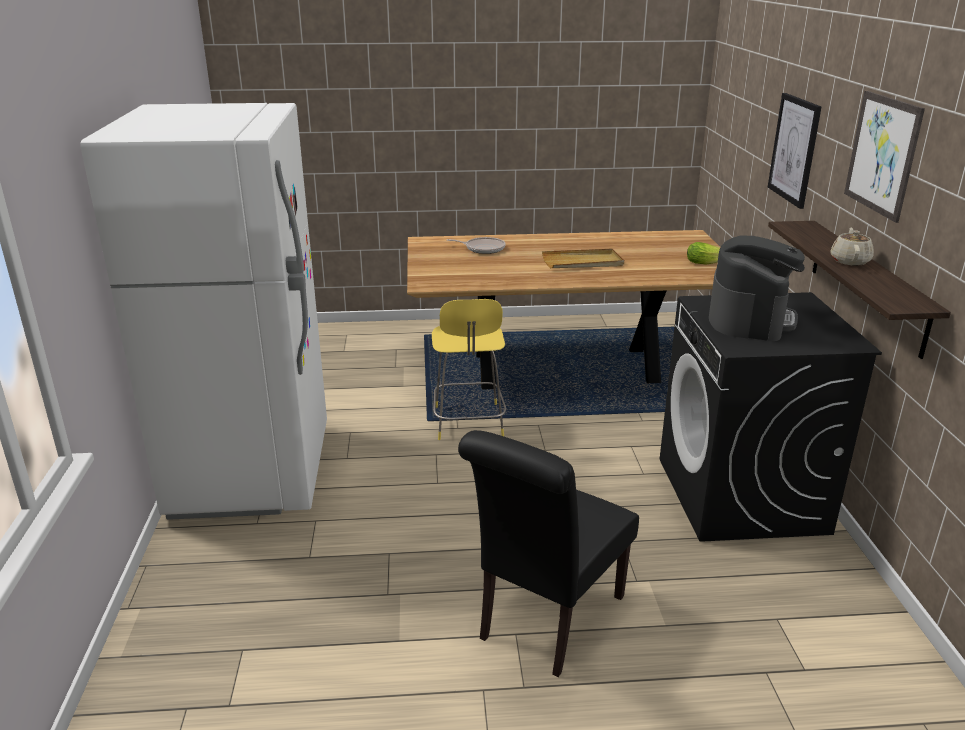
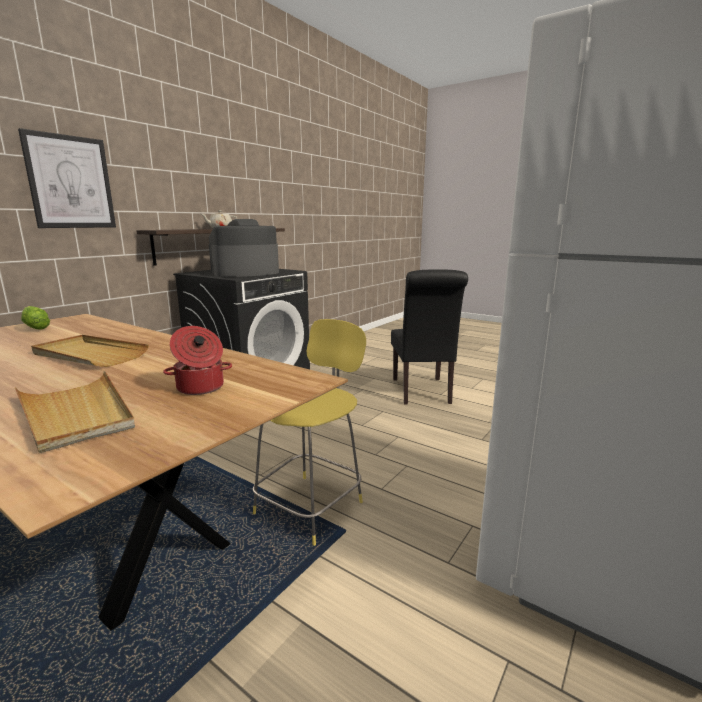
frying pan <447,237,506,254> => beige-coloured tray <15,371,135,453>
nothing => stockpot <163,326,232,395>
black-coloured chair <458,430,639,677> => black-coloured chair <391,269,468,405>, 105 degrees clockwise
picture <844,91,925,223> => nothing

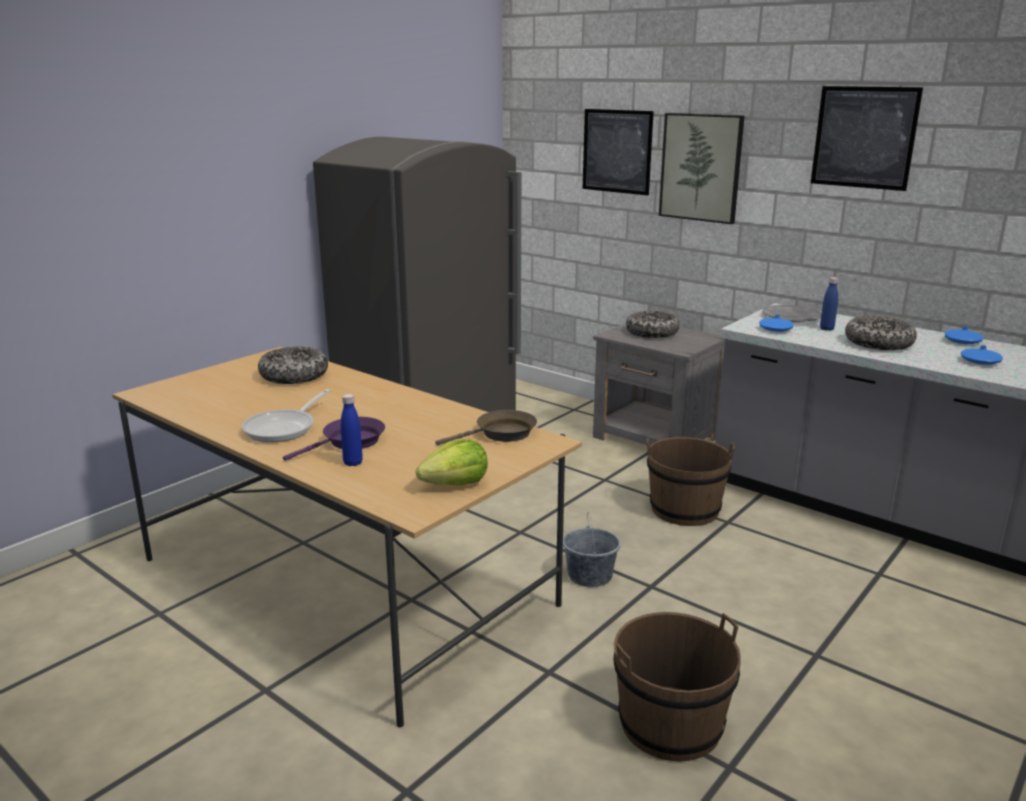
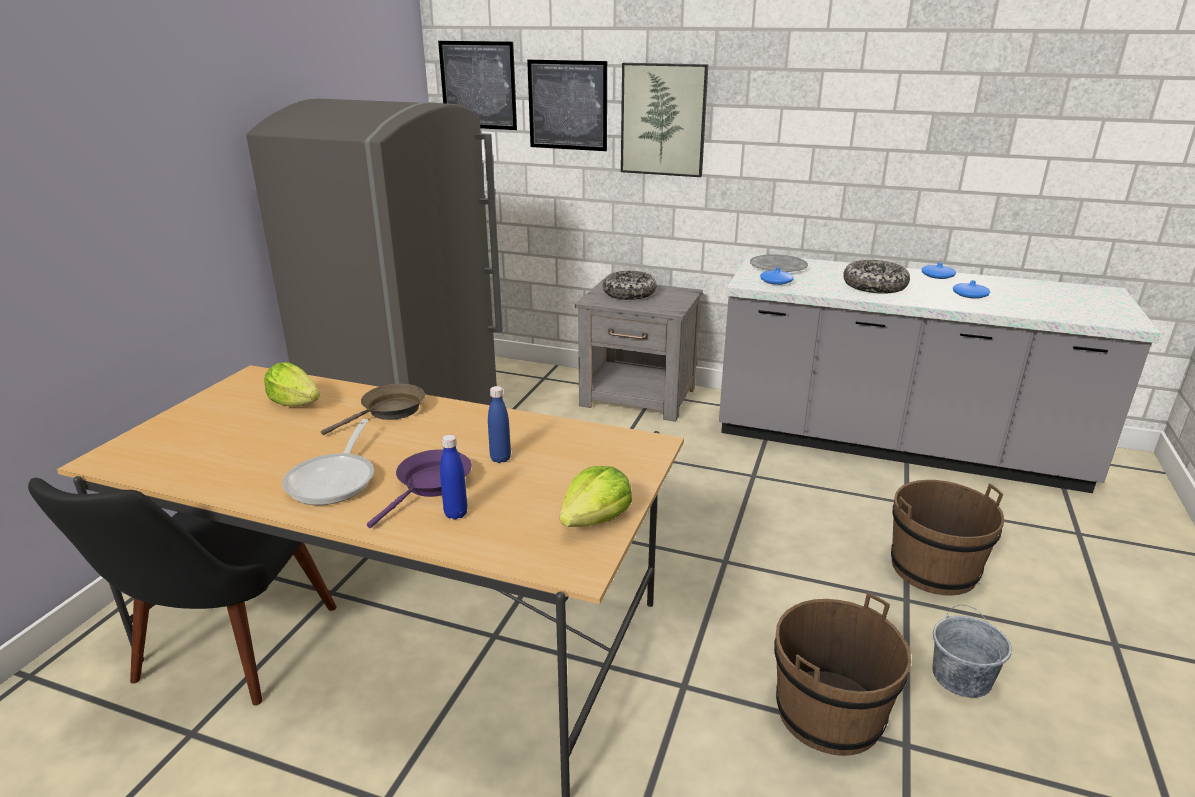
nothing => black-coloured chair <28,478,337,705>
bowl <258,346,328,384> => lettuce head <264,362,320,406>
brown frying pan <435,410,537,445> => brown frying pan <321,384,425,435>, shifted
picture <811,86,923,191> => picture <438,41,517,130>, shifted
blue-coloured bottle <820,277,838,331> => blue-coloured bottle <488,386,511,463>, shifted
brown bucket <647,437,735,526> => brown bucket <891,480,1004,596>, shifted
greyish bucket <563,512,621,587> => greyish bucket <932,605,1012,698>, shifted

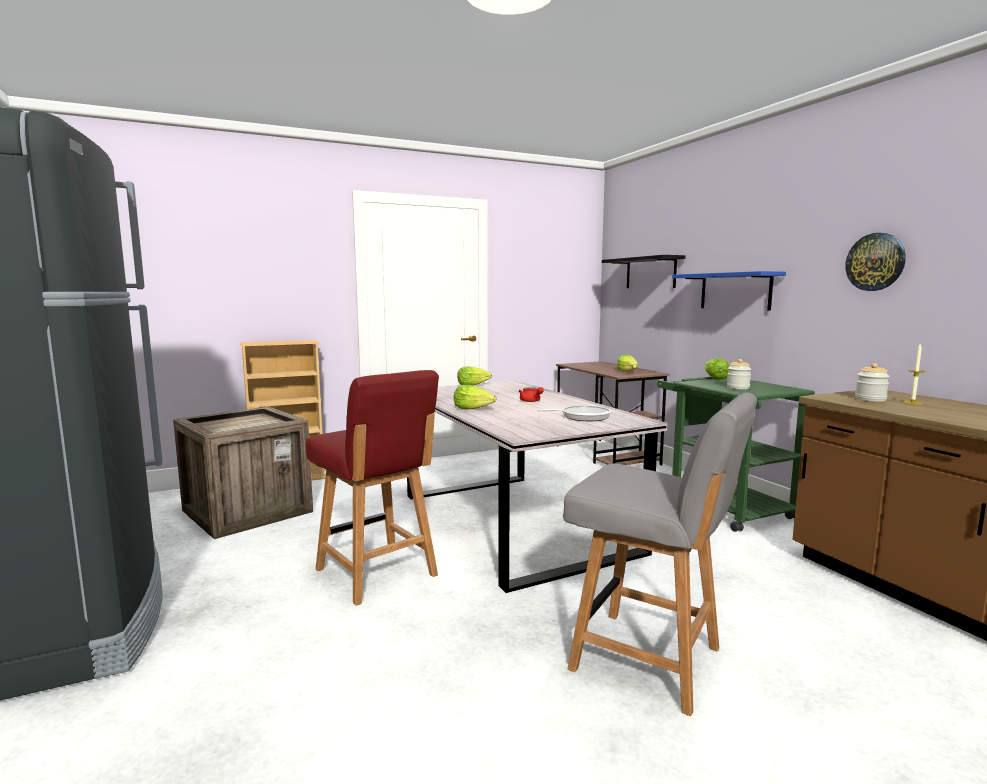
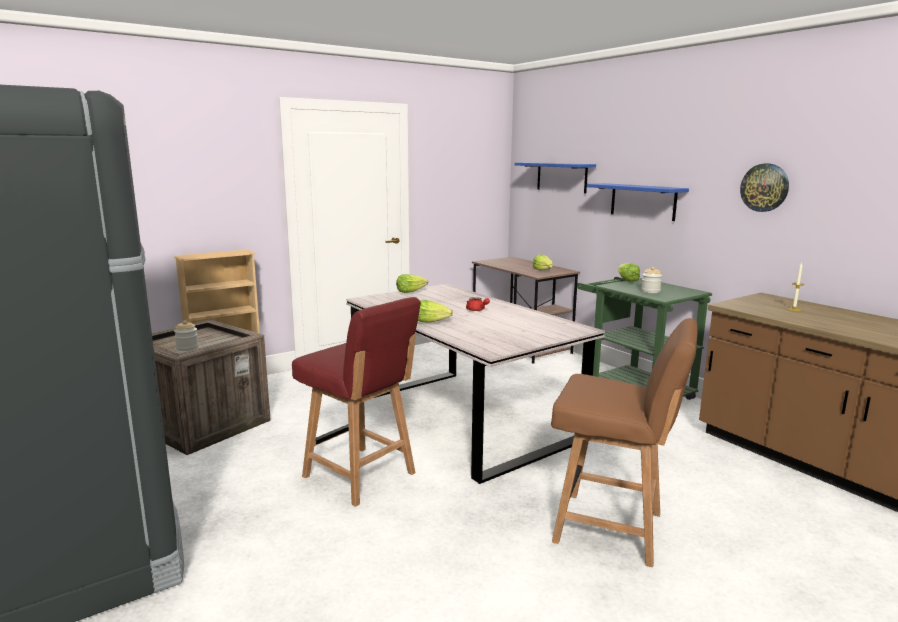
preserve jar <855,363,890,402> => preserve jar <174,320,199,351>, shifted
black-coloured shelf <602,255,685,288> => blue-coloured shelf <515,162,596,193>
greyish chair <563,392,757,716> => brown chair <551,318,697,567>
frying pan <537,406,611,421> => nothing

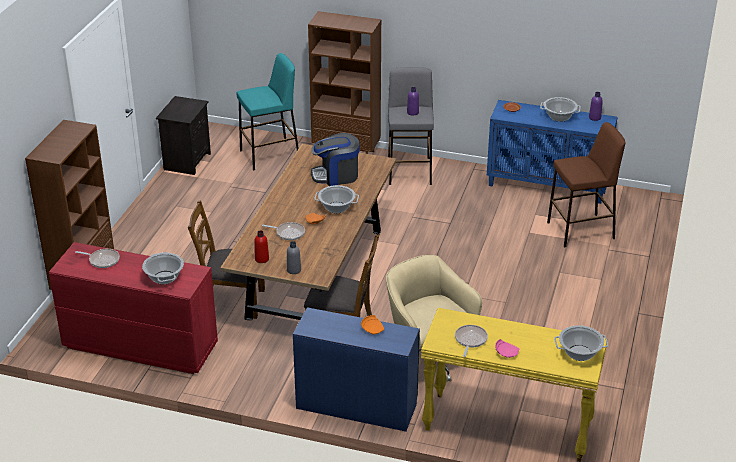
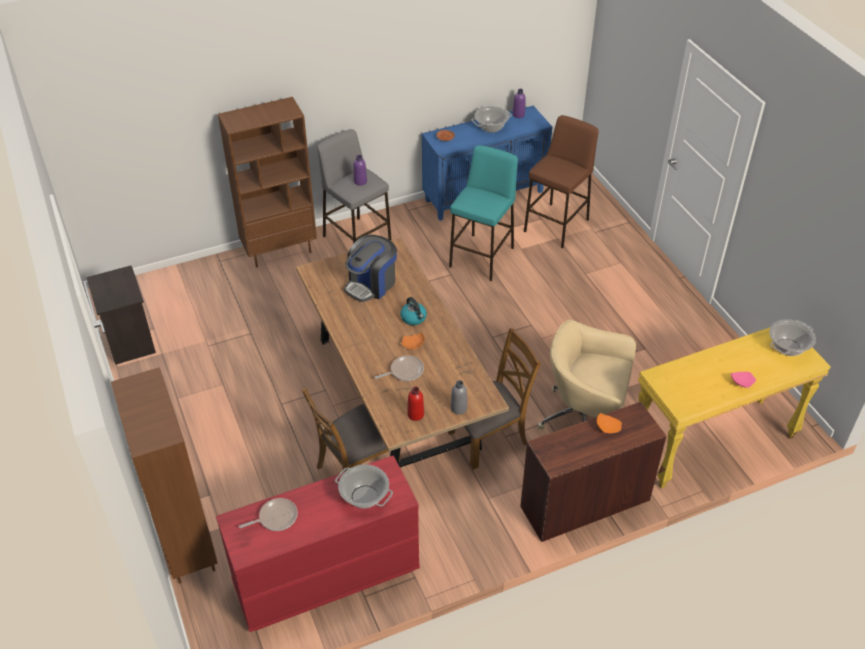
stockpot <314,185,359,213> => kettle <400,297,427,325>
blue-green stool seat <237,53,299,171> => blue-green stool seat <449,145,518,281>, shifted
blue-coloured desk unit <293,307,420,432> => brown desk unit <520,402,667,542>
frying pan <455,325,488,357> => nothing

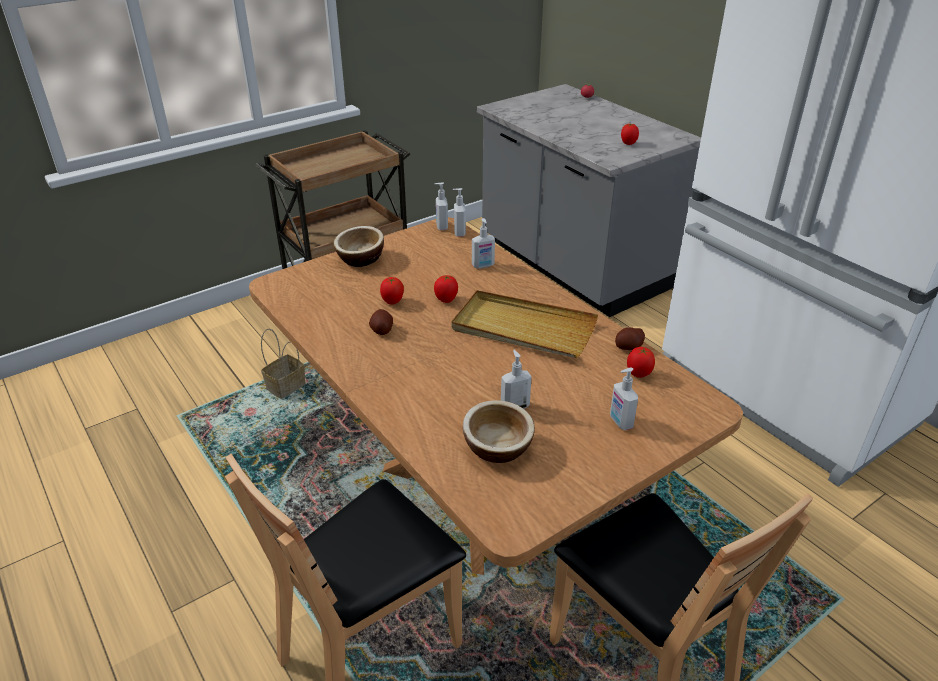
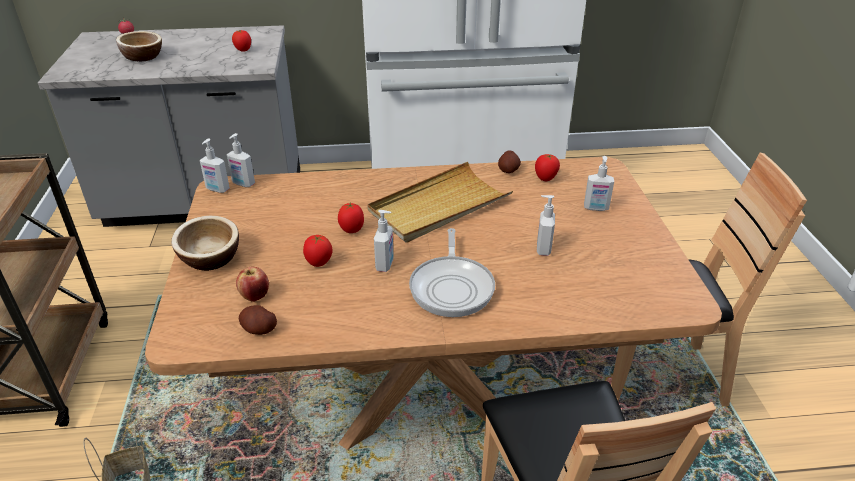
bowl <463,400,535,463> => bowl <116,31,162,61>, shifted
nothing => apple fruit <236,267,269,302>
whole potato <369,309,393,335> => whole potato <239,305,277,335>, shifted
soap bottle <472,218,495,269> => soap bottle <374,210,394,272>, shifted
nothing => frying pan <409,228,495,317>

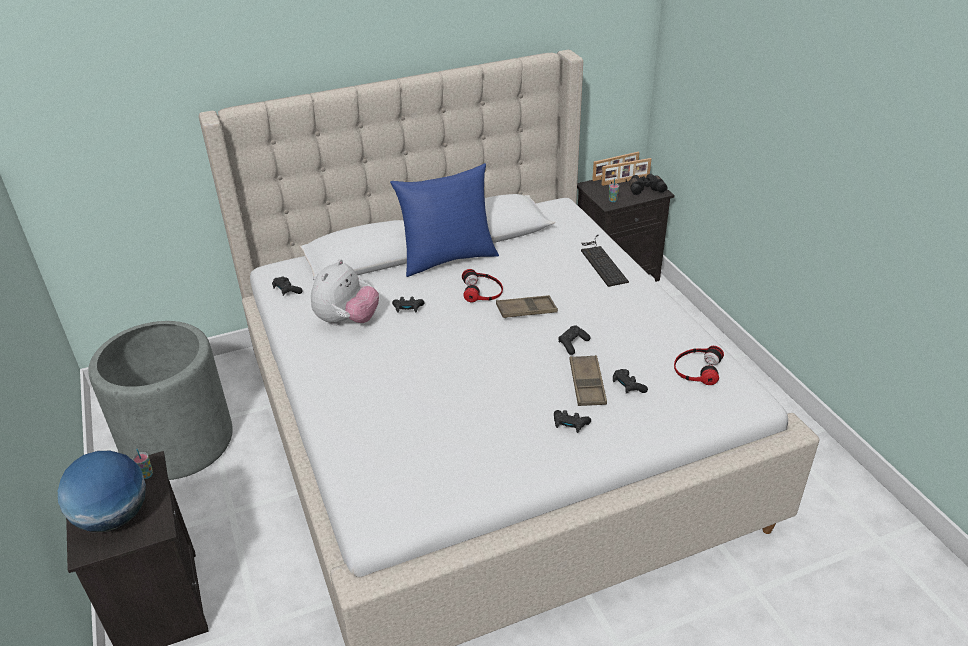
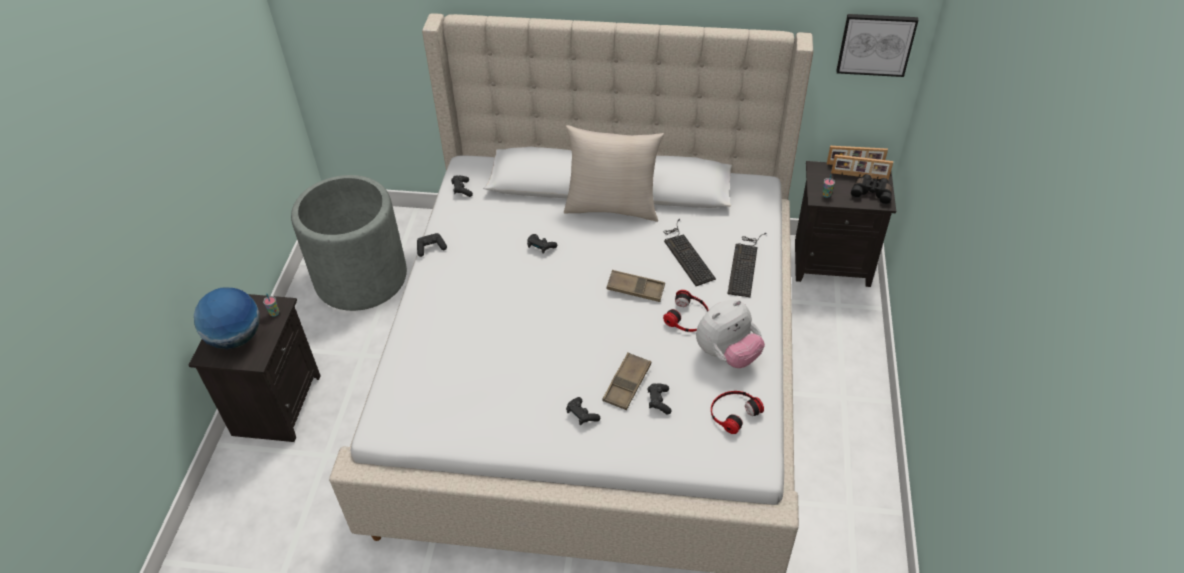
black-coloured gamepad <558,325,591,355> => black-coloured gamepad <417,233,447,257>, shifted
blue-coloured cushion <390,163,499,277> => beige-coloured cushion <564,125,664,222>
nothing => PC keyboard <663,219,716,286>
headset <462,269,503,302> => headset <663,290,708,332>, shifted
soft toy <311,259,379,326> => soft toy <696,300,765,368>, shifted
nothing => picture <836,14,918,77>

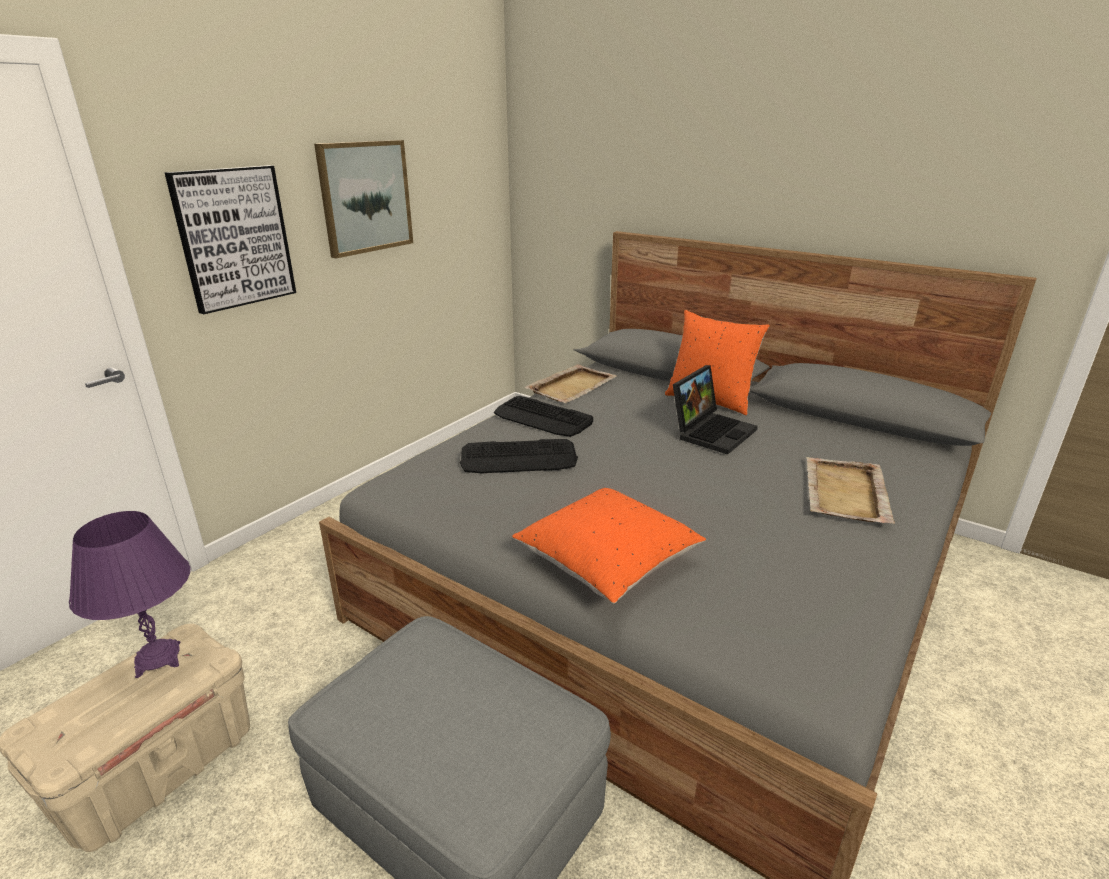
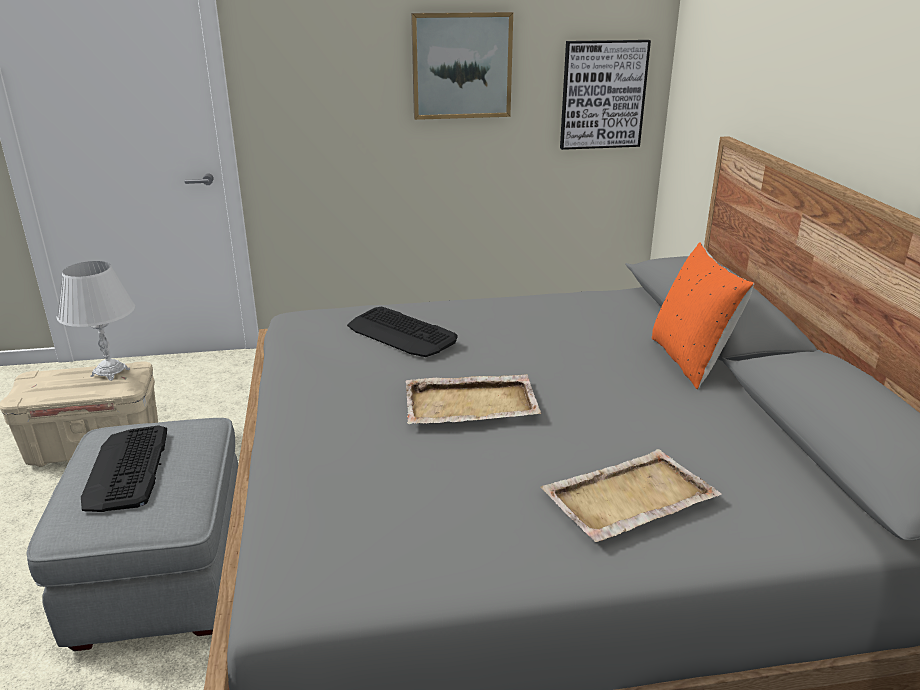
purple tabletop lamp <69,511,190,678> => white-coloured tabletop lamp <56,261,135,381>
PC keyboard <494,396,593,437> => PC keyboard <81,425,167,512>, shifted
beige-coloured tray <525,364,617,403> => beige-coloured tray <406,374,541,424>, shifted
picture <164,165,296,314> => picture <560,40,651,150>, shifted
orange cushion <512,488,706,603> => nothing
laptop <673,365,758,455> => nothing

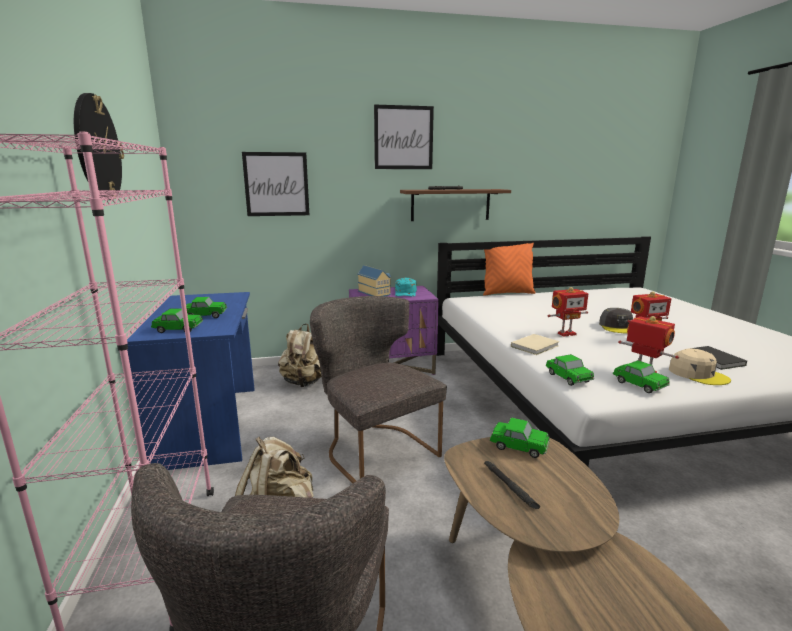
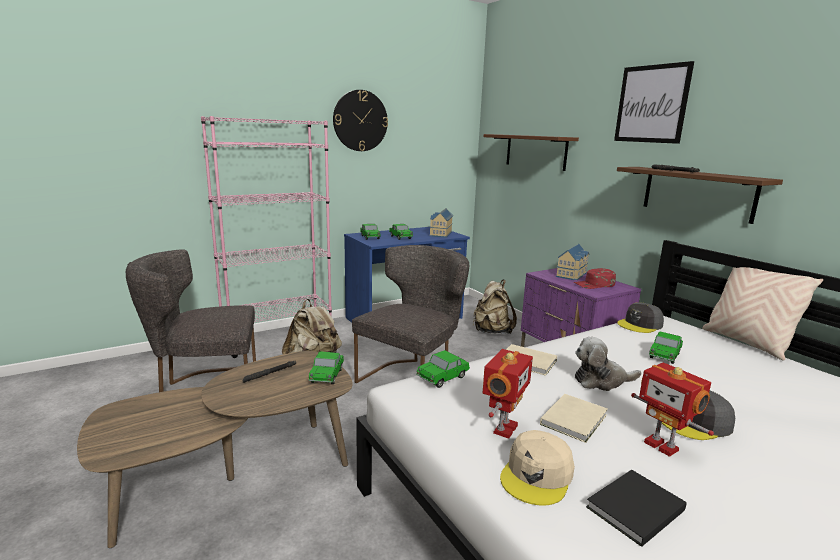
nothing => miniature house <429,208,453,238>
picture <242,152,309,216> => brown shelf <484,134,579,171>
nothing => beige-coloured book <540,394,608,443>
blue-green cap <395,278,417,297> => red cap <573,268,616,289>
model robot <547,287,588,337> => soft toy <575,337,641,391>
nothing => greyish cap <617,302,664,333>
toy car <613,360,670,393> => toy car <649,332,683,364>, shifted
orange cushion <483,243,536,296> => beige-coloured cushion <702,256,823,361>

